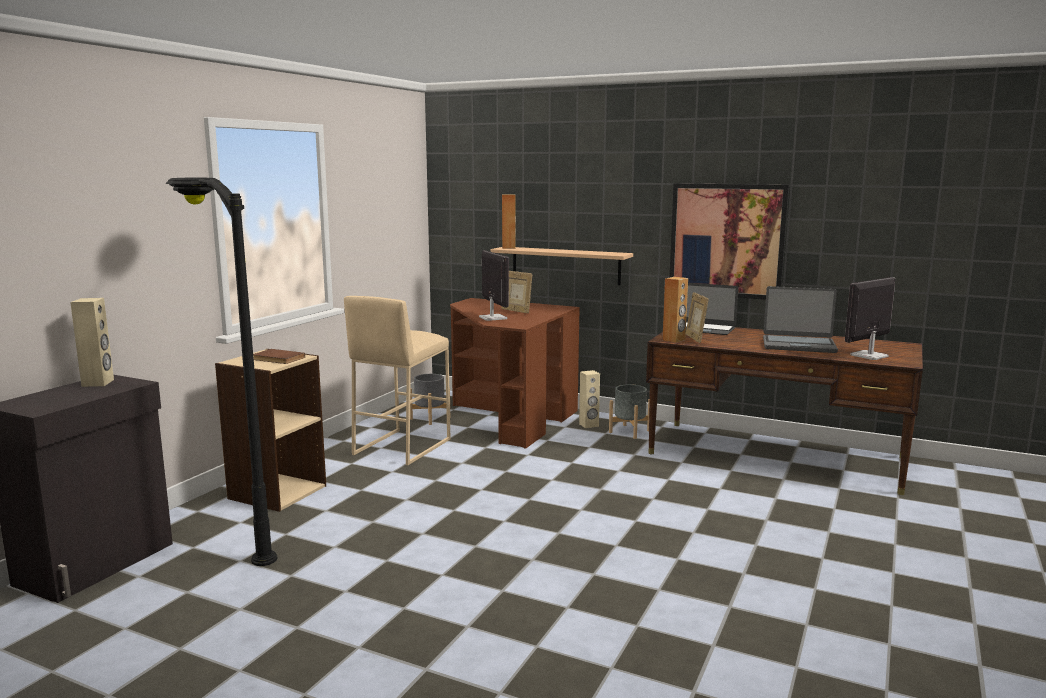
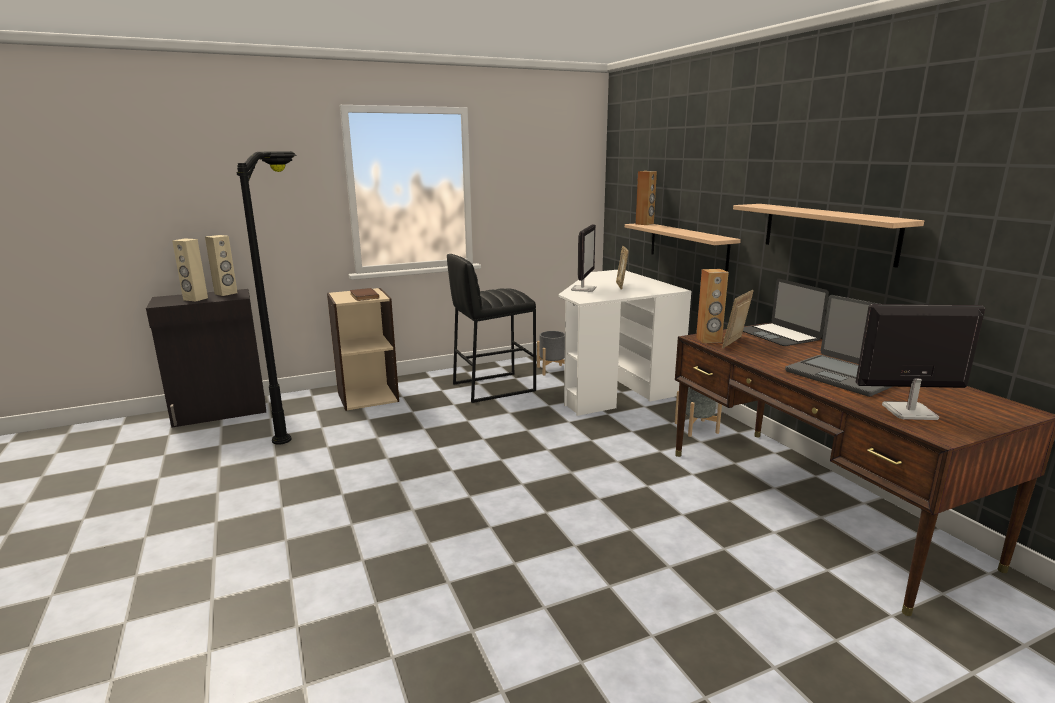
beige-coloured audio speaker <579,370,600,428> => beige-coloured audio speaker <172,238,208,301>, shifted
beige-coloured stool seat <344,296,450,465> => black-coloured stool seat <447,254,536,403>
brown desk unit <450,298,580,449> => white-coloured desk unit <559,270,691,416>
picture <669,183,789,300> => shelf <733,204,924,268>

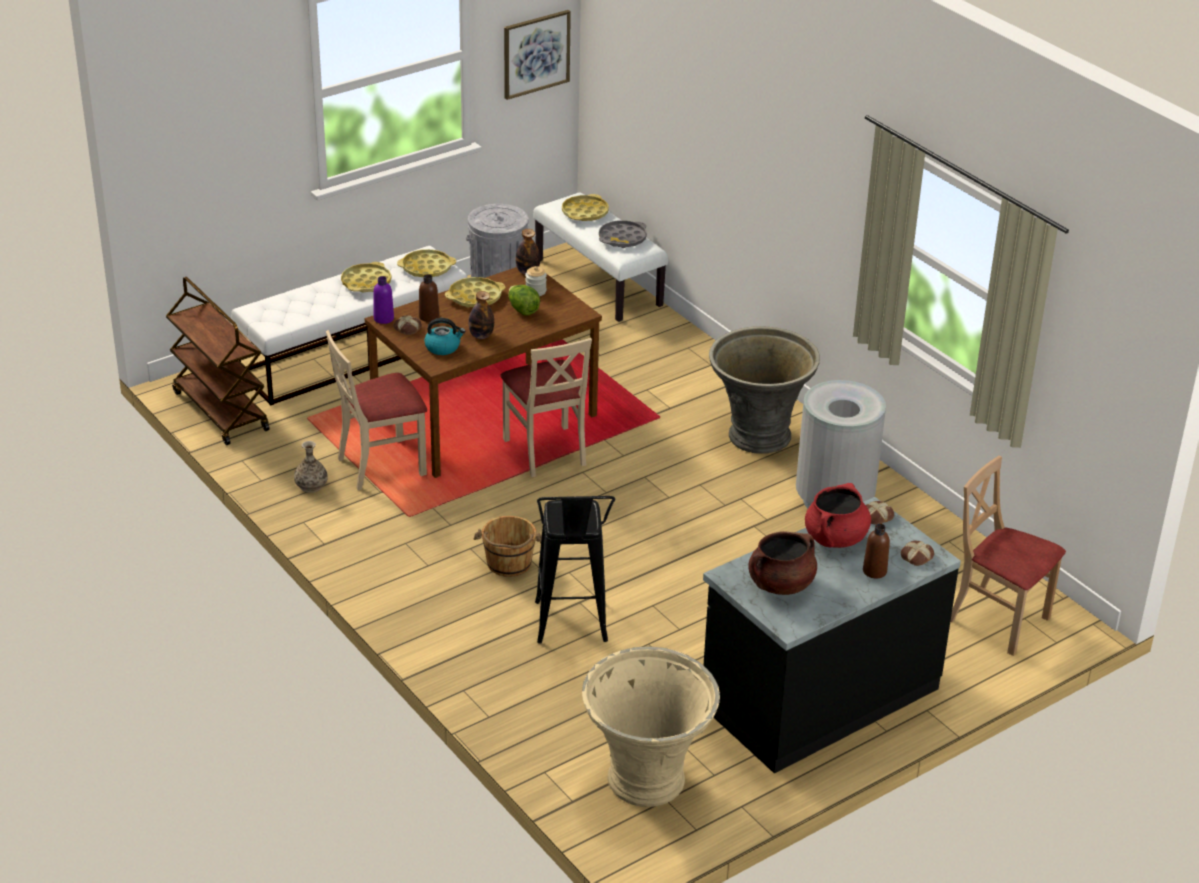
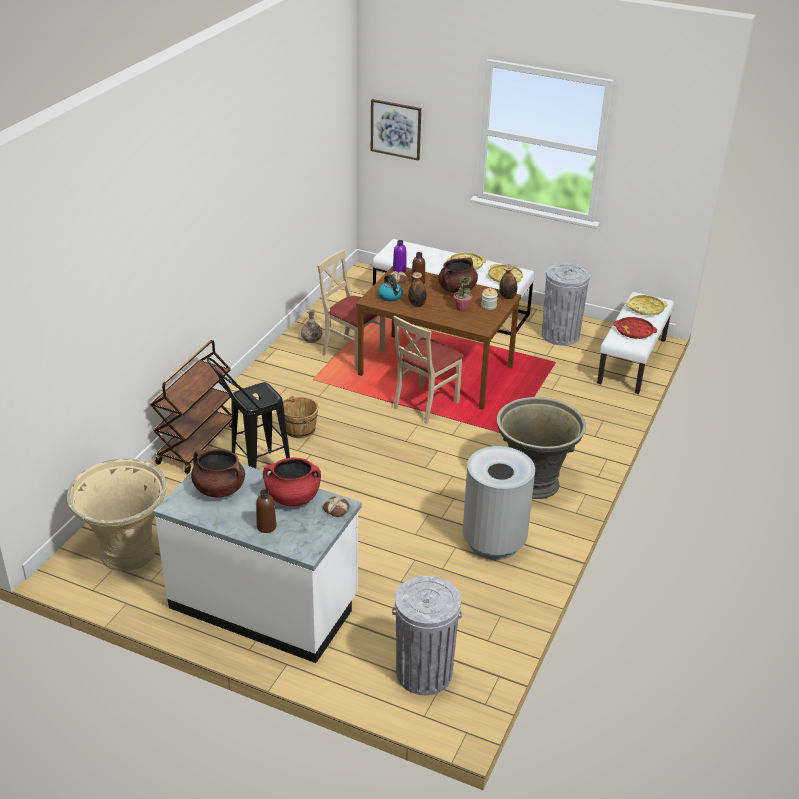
brown trolley <166,277,270,445> => brown trolley <150,340,232,474>, shifted
black-coloured kitchen base unit <703,497,961,774> => white-coloured kitchen base unit <153,464,362,663>
picture <504,10,571,100> => picture <371,99,421,161>, shifted
beige-coloured chair <950,456,1066,656> => greyish rubbish bin <392,576,462,695>
yellow tray <445,277,505,308> => brown stockpot <438,258,478,293>
lettuce head <508,285,540,316> => potted plant <454,276,472,312>
greyish tray <599,220,647,248> => red tray <613,317,657,339>
bread <901,541,934,566> => nothing

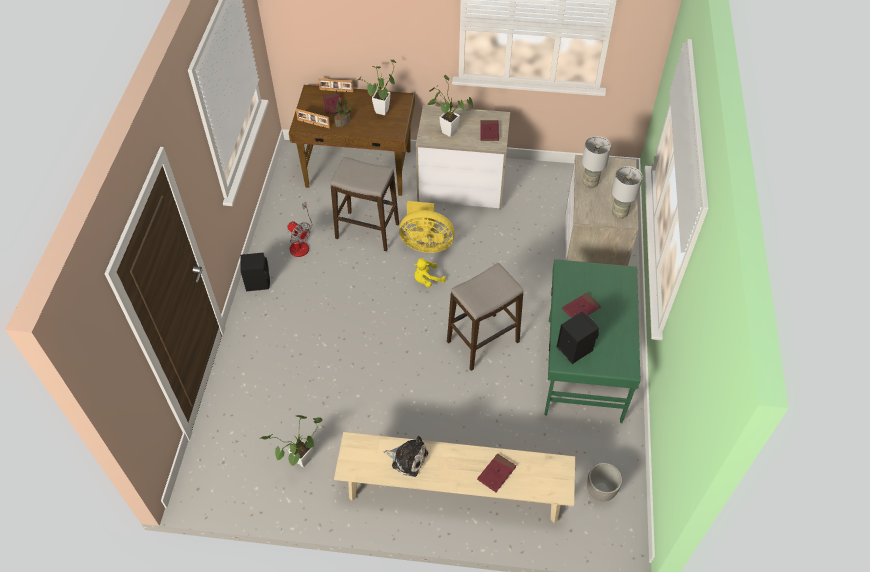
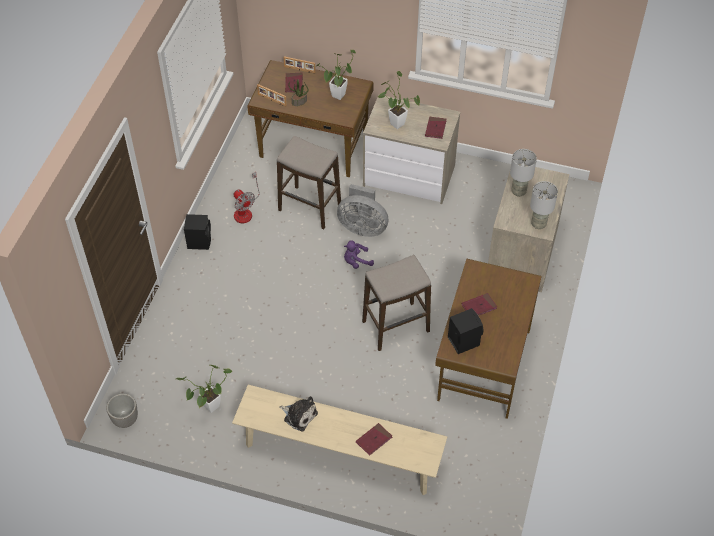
planter <587,463,622,502> => planter <106,394,138,428>, shifted
yellow fan <399,201,455,253> => greyish fan <337,184,389,237>
yellow soft toy <414,258,446,287> => purple soft toy <344,240,374,269>
green desk unit <545,259,640,423> => brown desk unit <435,259,542,419>

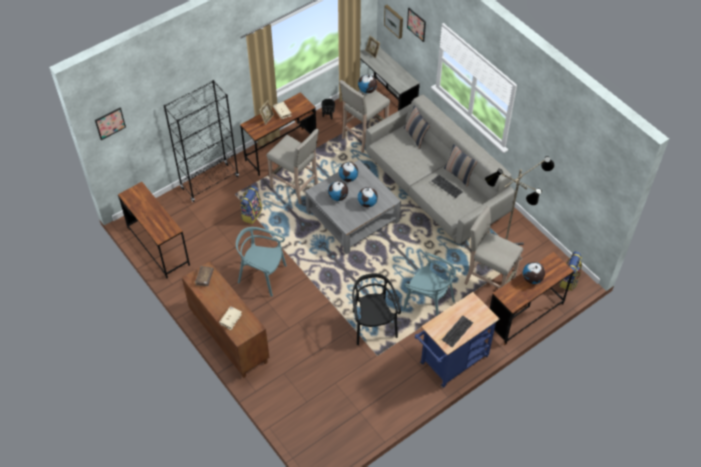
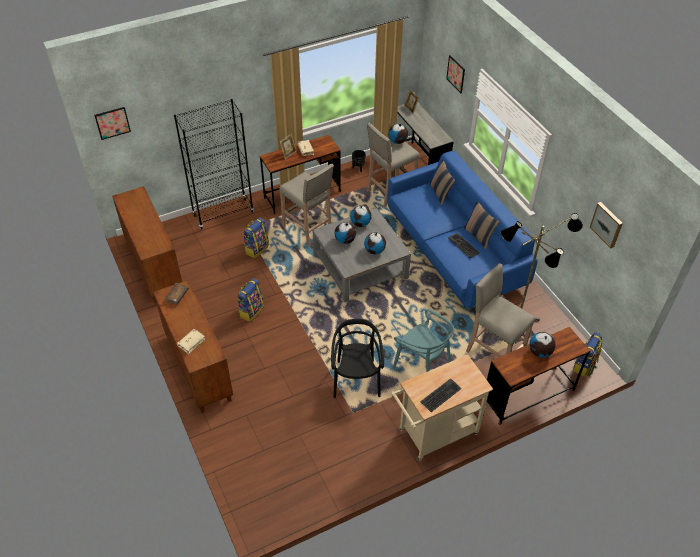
brown desk unit <118,182,190,279> => brown storage cabinet <112,186,182,303>
blue-green chair <236,227,287,297> => knapsack <237,278,264,322>
greyish sofa <366,95,515,244> => blue-coloured sofa <387,151,538,309>
blue-coloured trolley <415,292,499,388> => beige-coloured trolley <391,355,493,461>
picture <384,5,403,39> => picture <590,202,623,248>, shifted

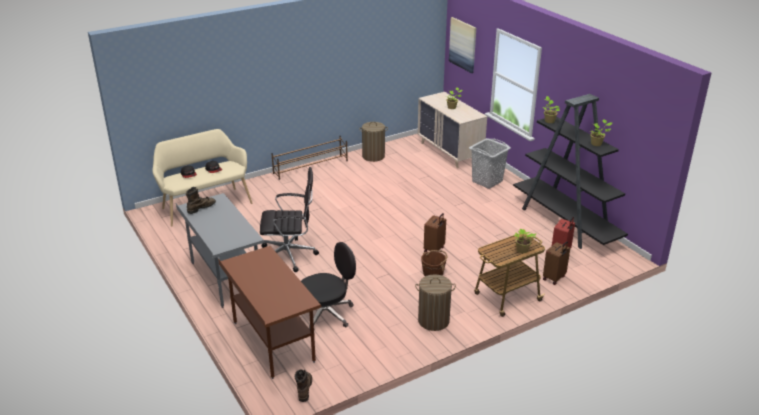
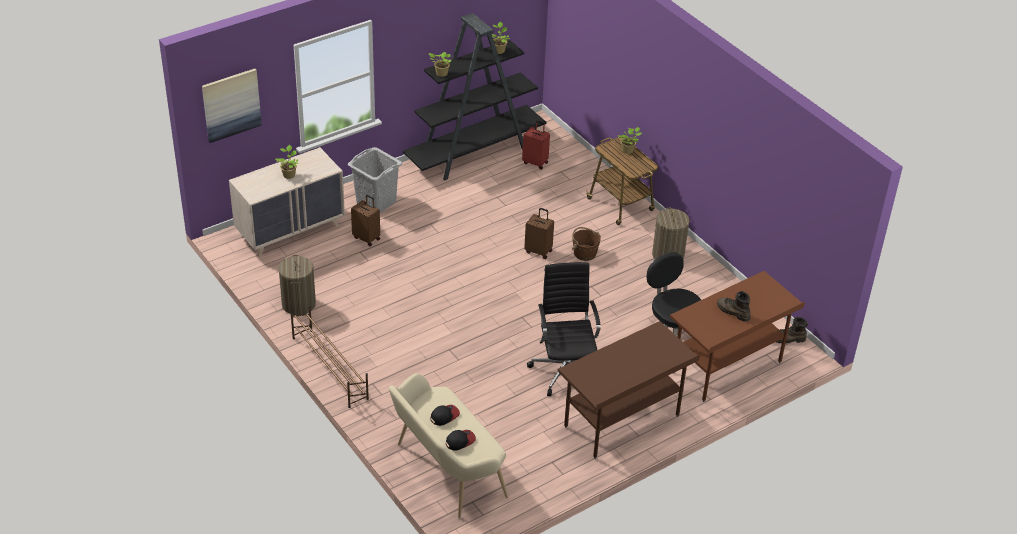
brown travel case <543,241,570,285> => brown travel case <351,195,380,246>, shifted
greyish desk unit <176,193,264,308> => brown desk unit <557,321,700,459>
brown high-top boot <185,187,216,214> => brown high-top boot <717,291,751,322>, shifted

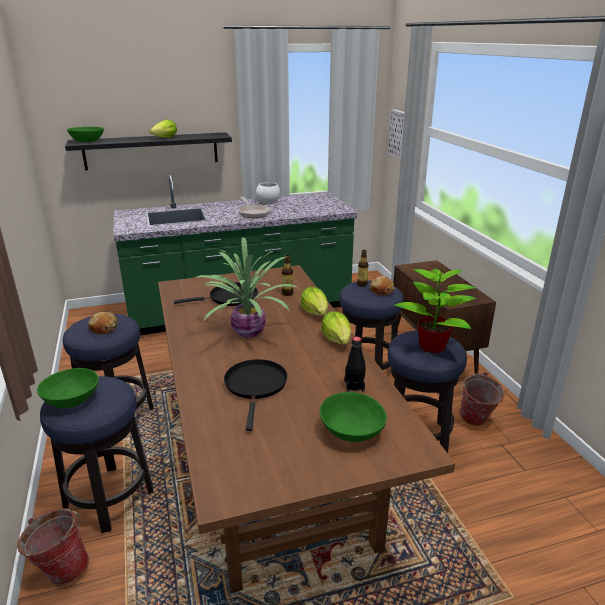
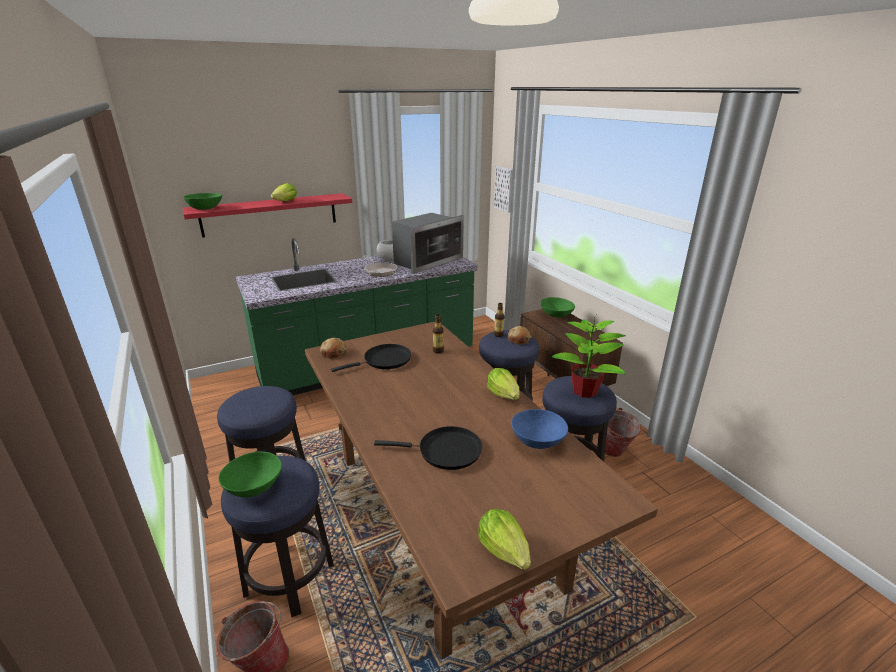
black-coloured shelf <65,132,232,170> => red shelf <183,193,352,238>
bread <88,312,118,335> => bread <320,338,347,359>, shifted
black-coloured frying pan <224,359,287,431> => black-coloured frying pan <374,426,482,470>, 105 degrees clockwise
nothing => microwave <392,213,464,274>
lettuce head <300,287,328,316> => lettuce head <478,509,531,570>, shifted
black-coloured bottle <345,337,366,392> => blue-coloured bowl <511,409,568,449>
green bowl <320,392,387,442> => green bowl <541,297,575,317>, shifted
potted plant <197,237,299,338> => nothing

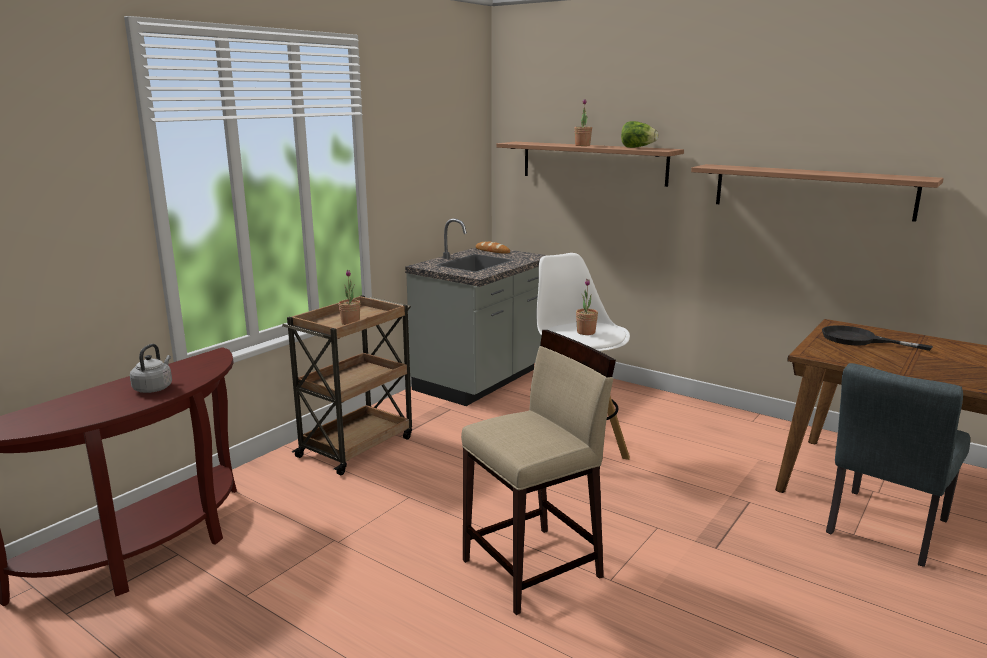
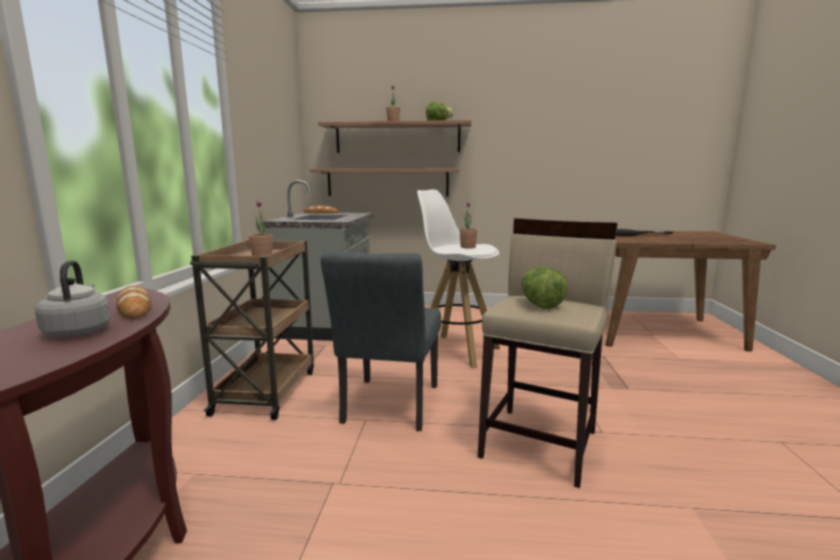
nothing => bread <116,285,151,319>
shelf <691,164,944,222> => shelf <309,169,459,196>, shifted
greyish chair <826,363,970,567> => greyish chair <321,251,441,431>, shifted
nothing => lettuce head <521,268,568,309>

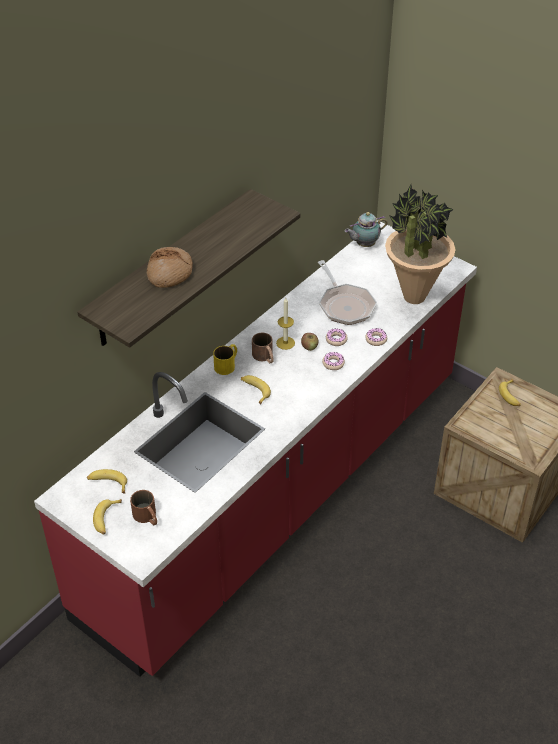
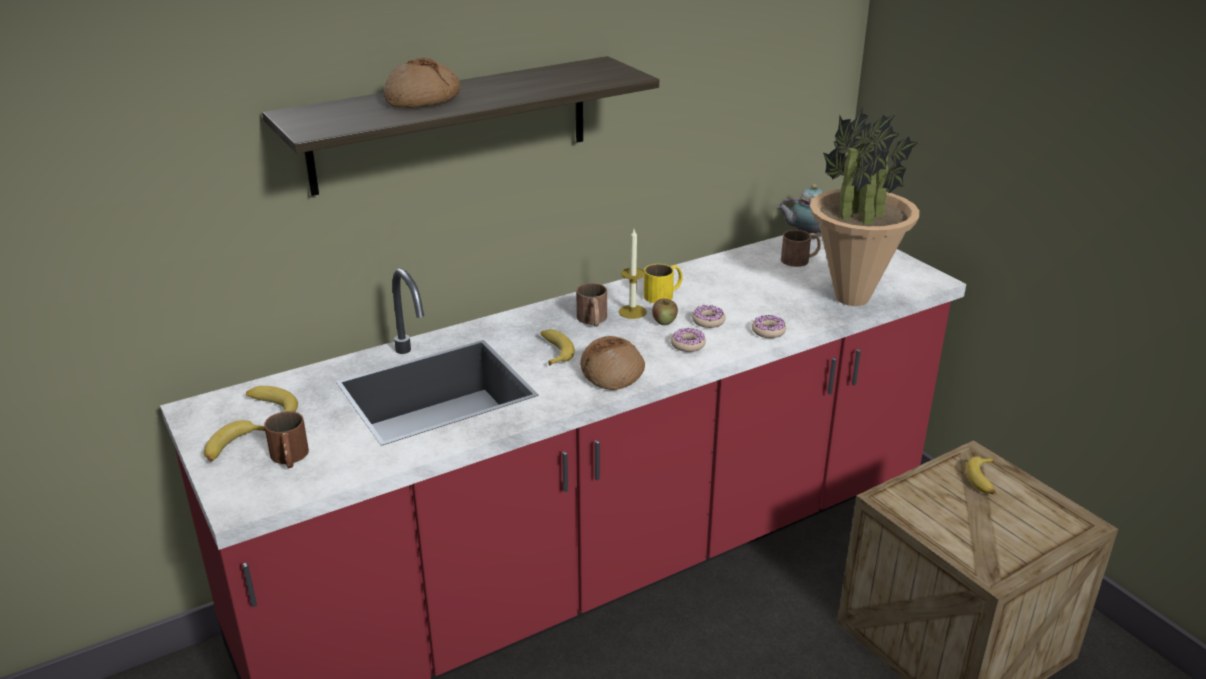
nothing => bread <580,336,645,390>
yellow mug <213,344,237,375> => yellow mug <644,264,683,303>, shifted
nothing => brown mug <781,230,821,267>
frying pan <318,260,377,325> => nothing

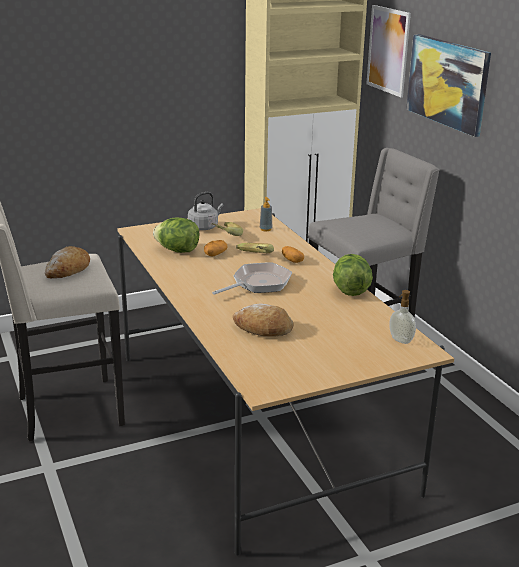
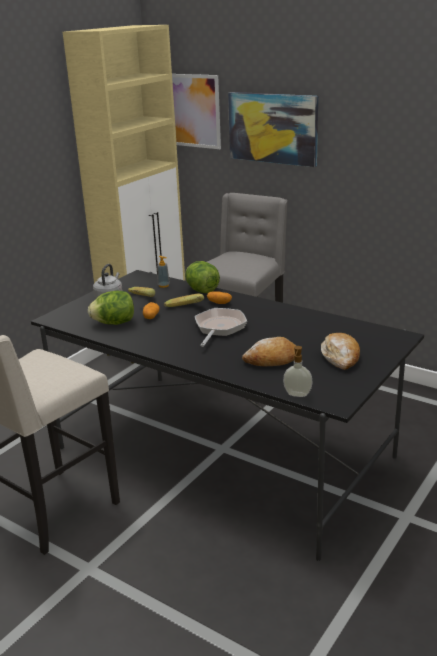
beige-coloured kitchen table <117,208,454,556> => black-coloured kitchen table <31,270,424,561>
lettuce head <333,254,373,296> => lettuce head <185,261,220,293>, shifted
soap bottle <389,290,416,344> => soap bottle <283,346,313,397>, shifted
bread <45,246,90,278> => bread <321,333,360,370>, shifted

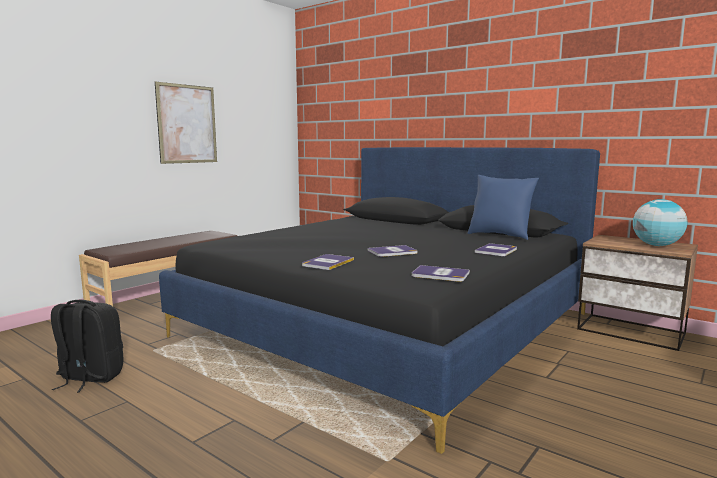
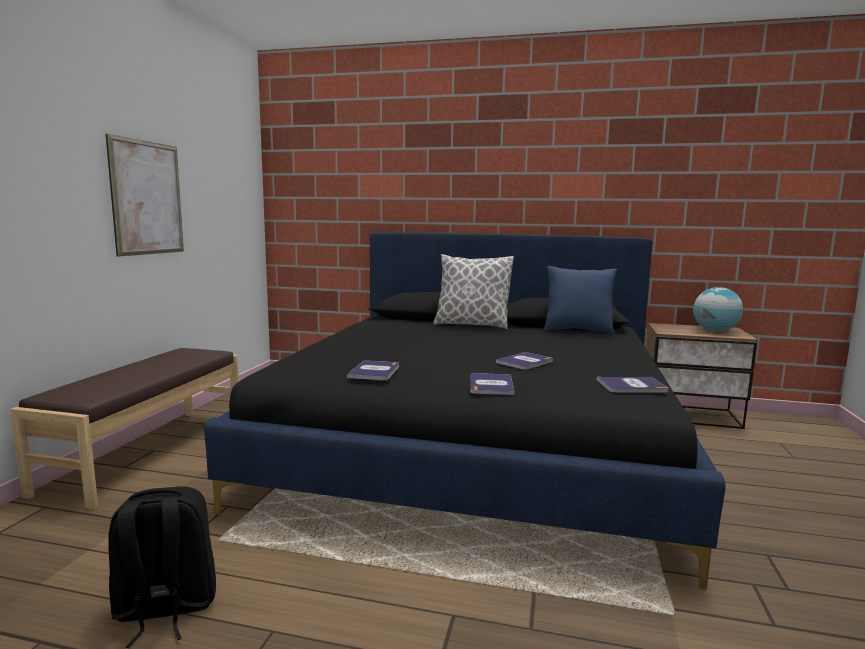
book <475,243,517,256> => book <347,360,399,380>, shifted
nothing => cushion <433,254,514,329>

